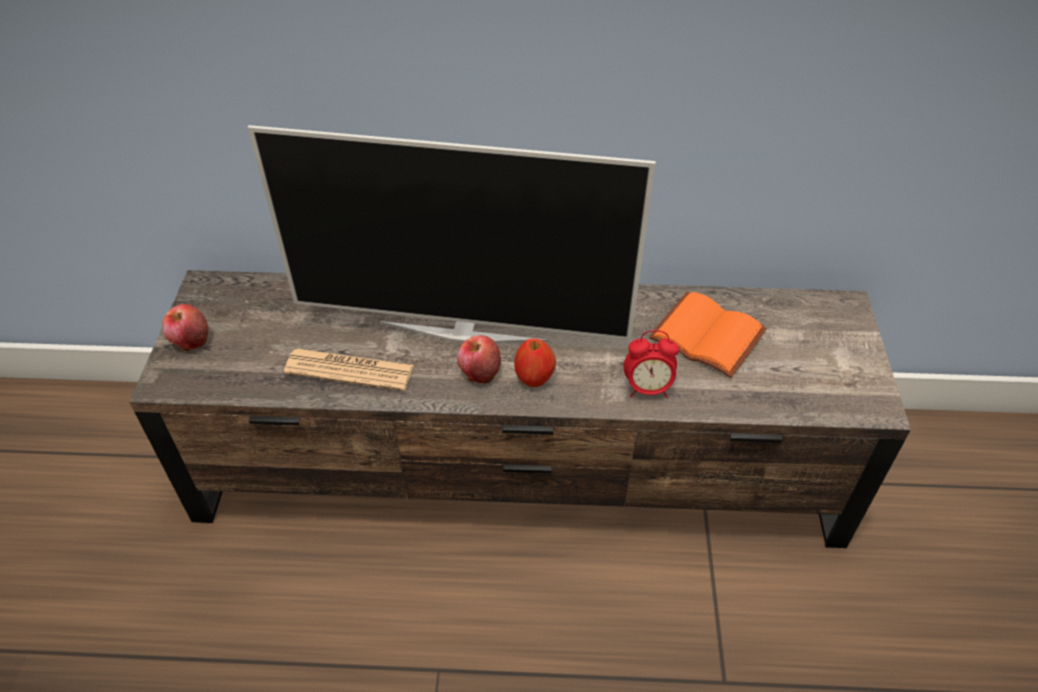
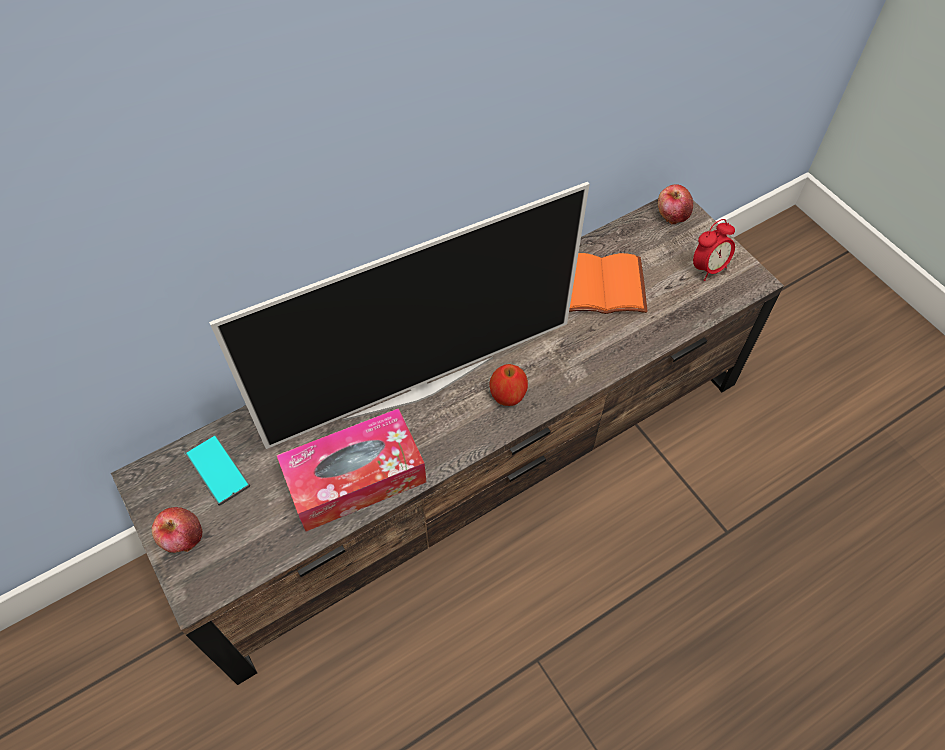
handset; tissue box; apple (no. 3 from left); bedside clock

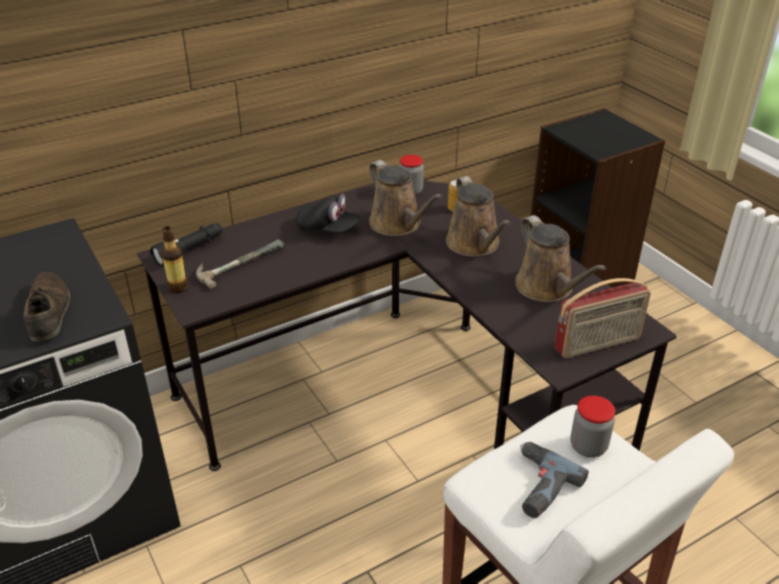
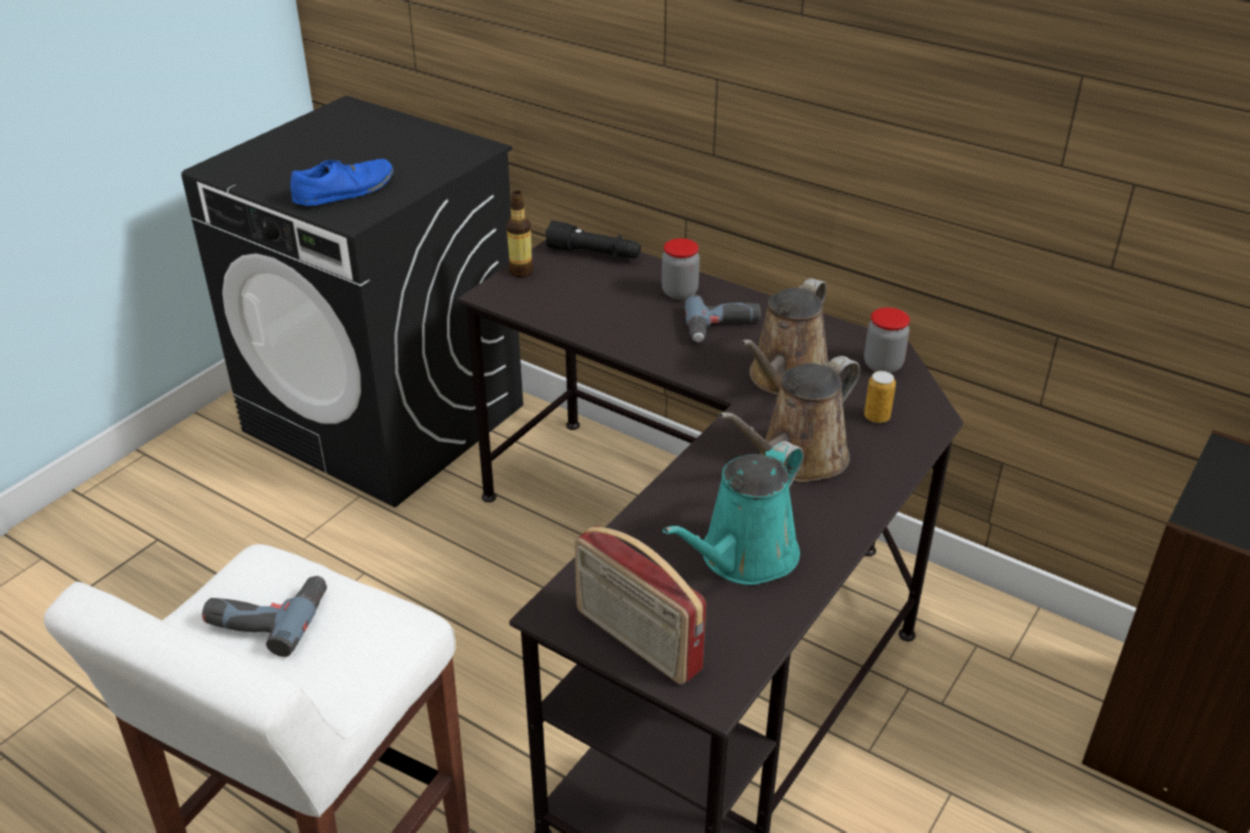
low shoe (blue-coloured); jar (no. 1 from left); watering pot (blue-green); power drill (no. 2 from left); hammer

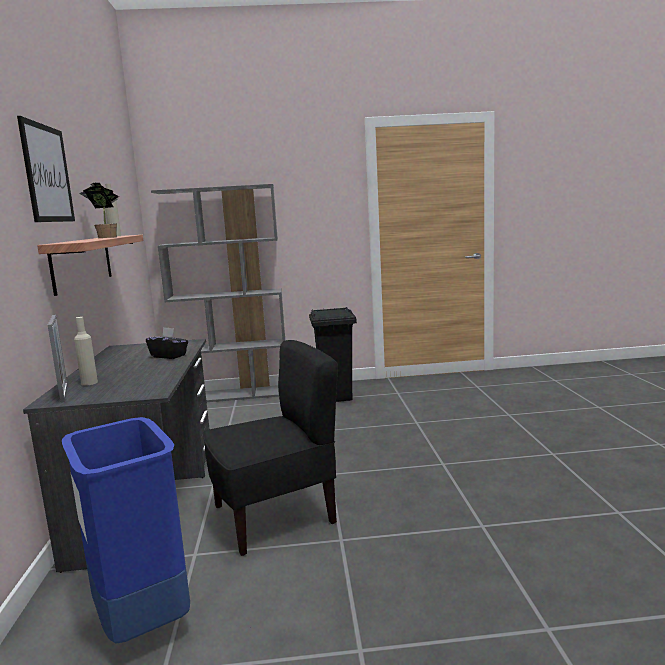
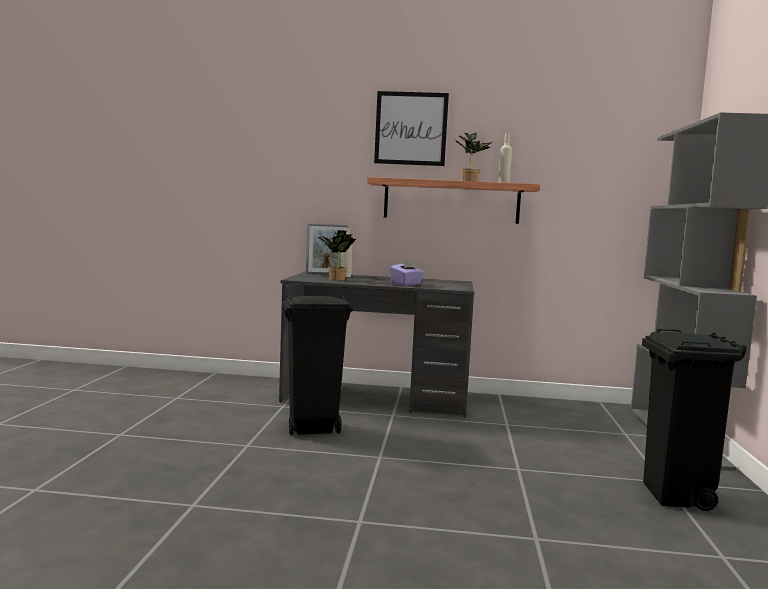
rubbish bin (blackish) (no. 1 from left); plant in a pot (no. 1 from left); tissue box (purplish); rubbish bin (blue-coloured)

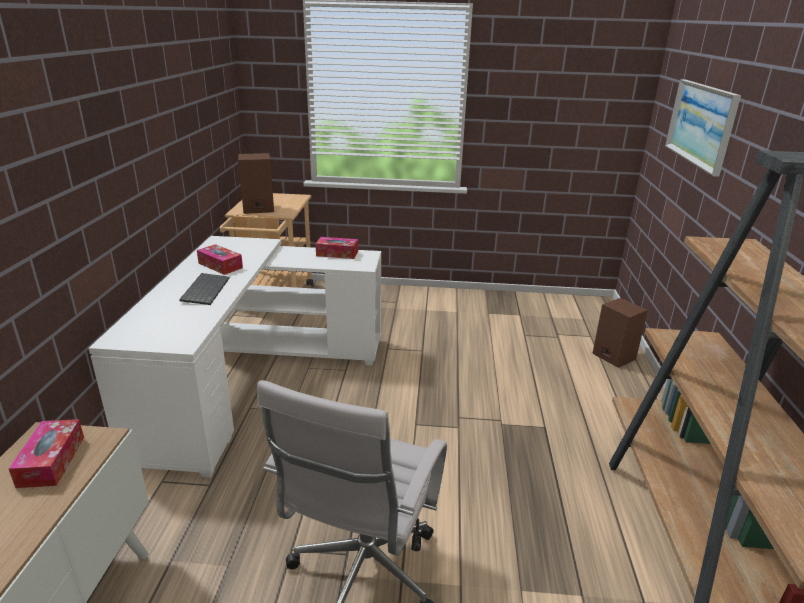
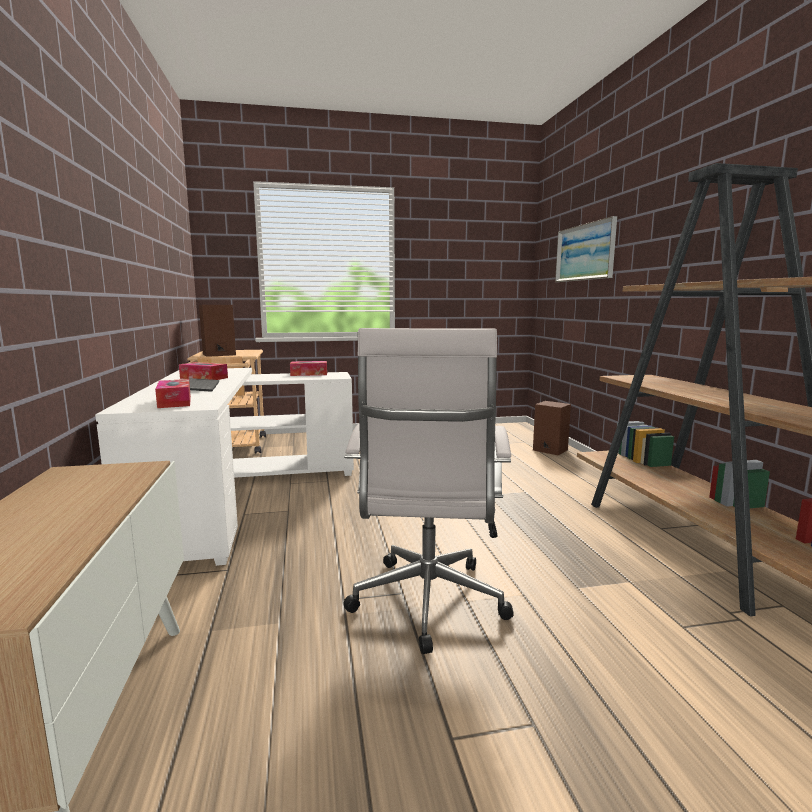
tissue box (no. 1 from left)

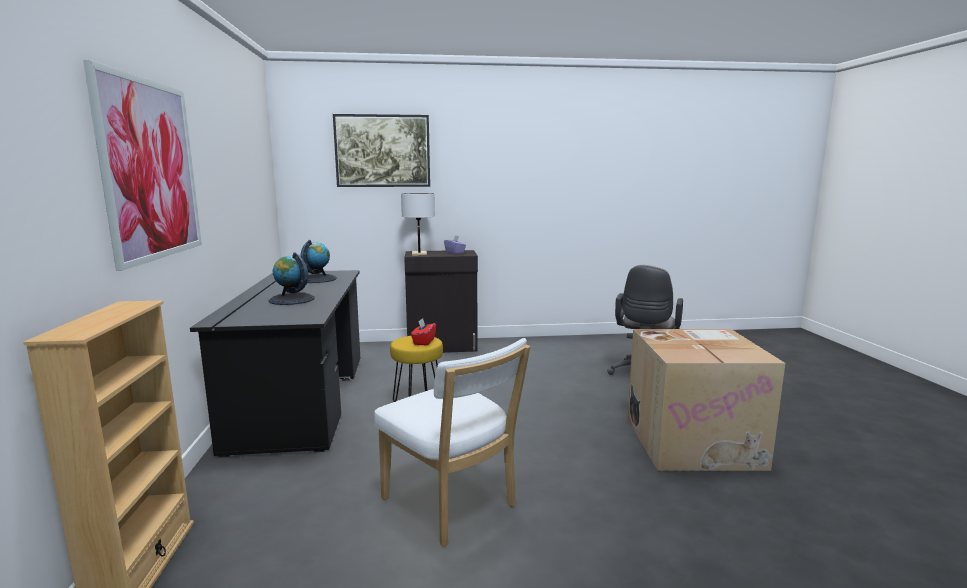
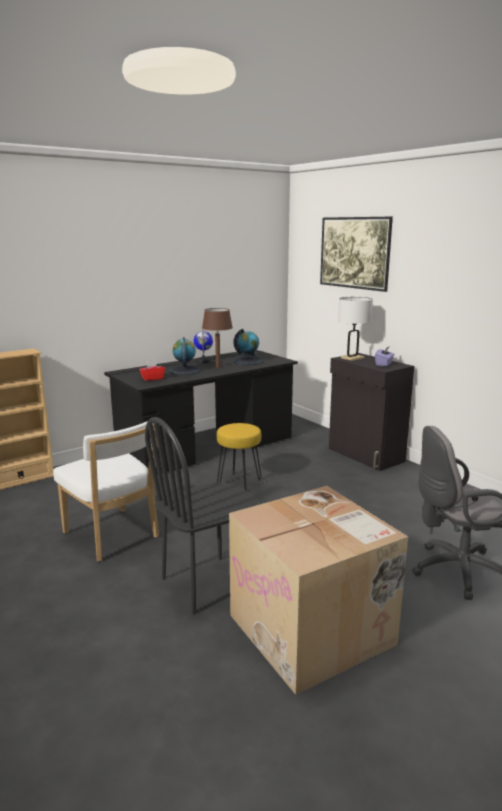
upright chair (white); tissue box (reddish); upright chair (blackish); desk globe (no. 2 from left); lamp for a table (brown-coloured); wall art (no. 1 from left in the first image)

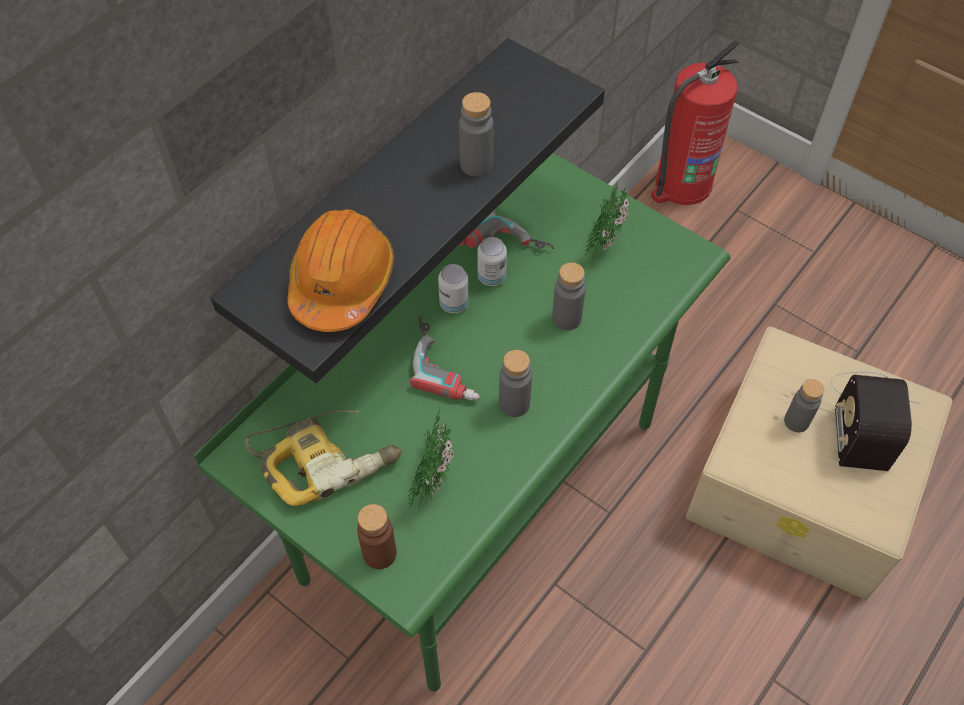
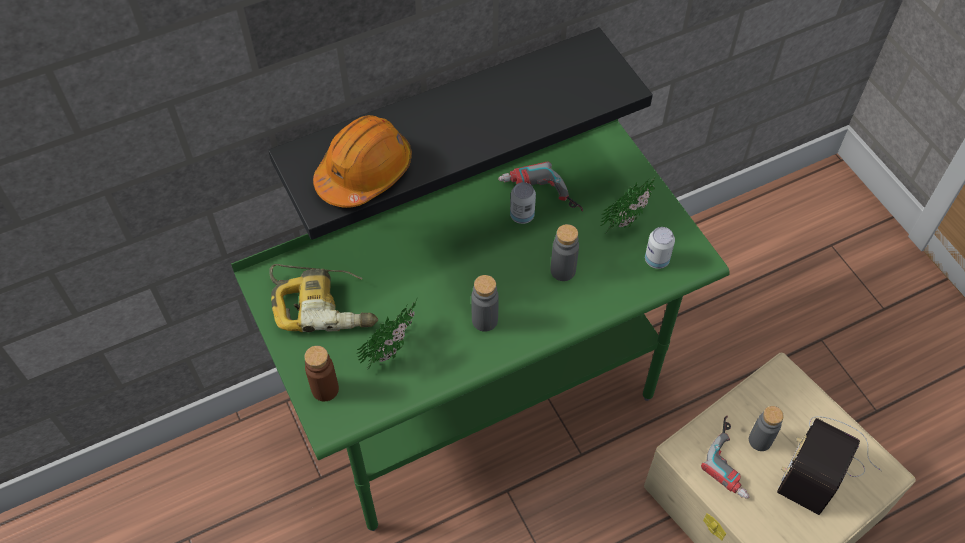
metal can (no. 2 from left); power drill (no. 3 from left); bottle (greyish) (no. 1 from left in the first image); fire-fighting cylinder

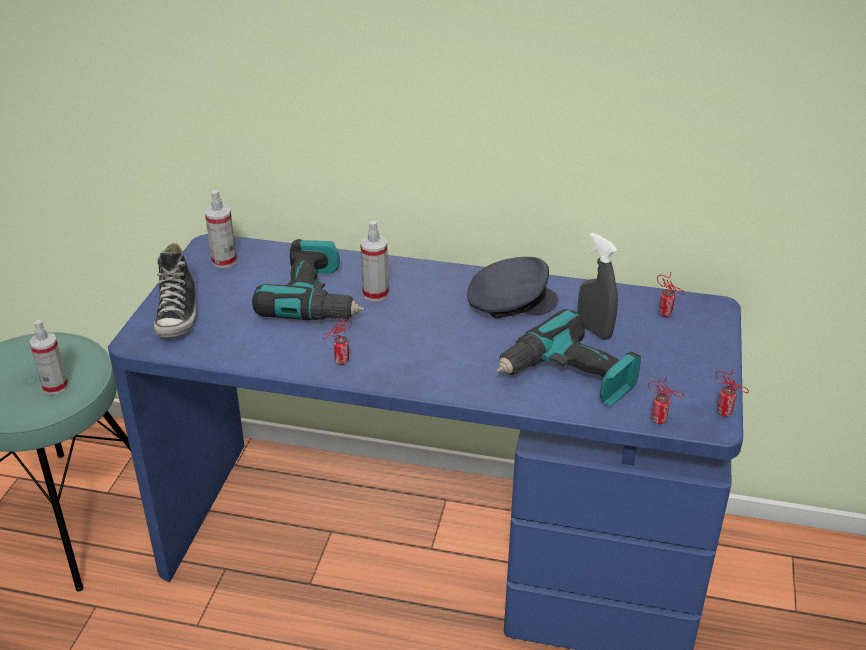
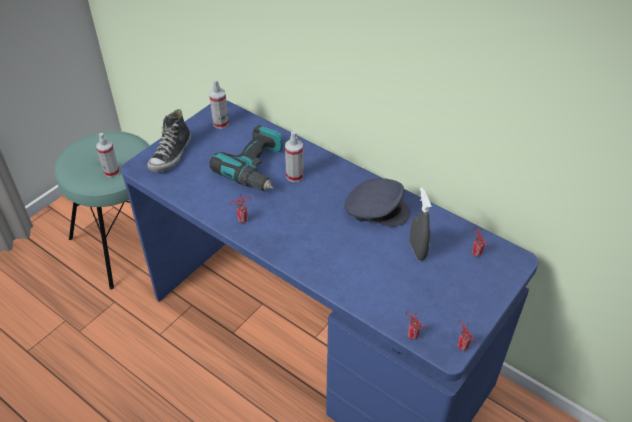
power drill (no. 2 from left in the first image)

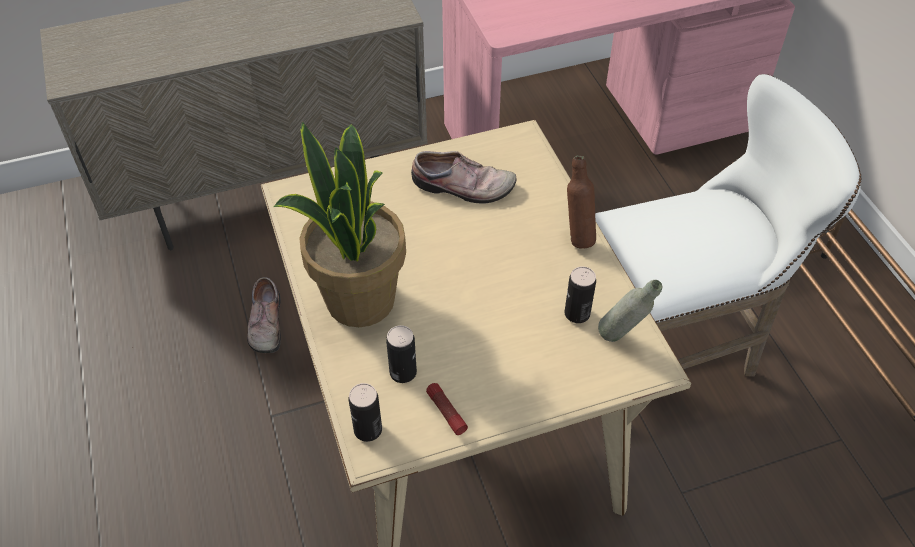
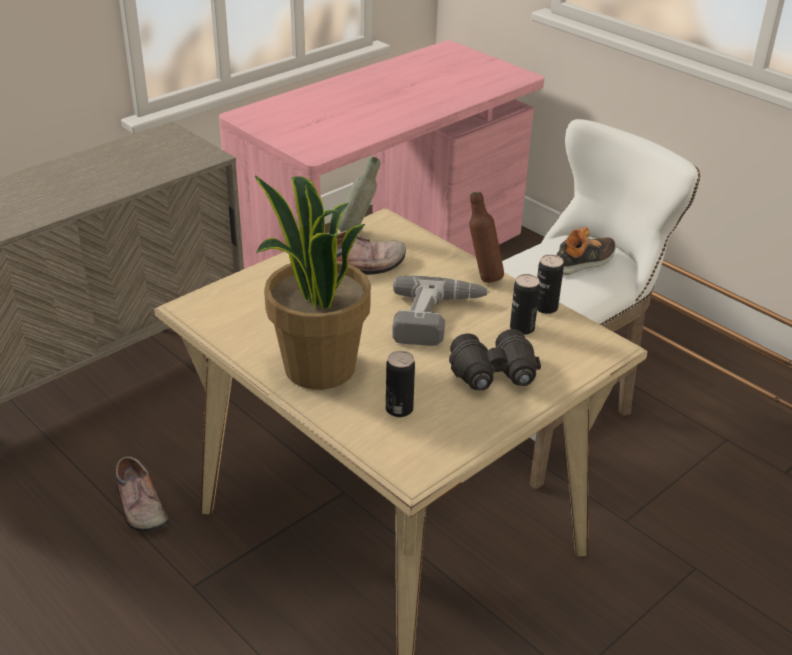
bottle (greyish); power drill; pair of binoculars (blackish); metal can (no. 3 from left); low shoe (no. 3 from left); torch

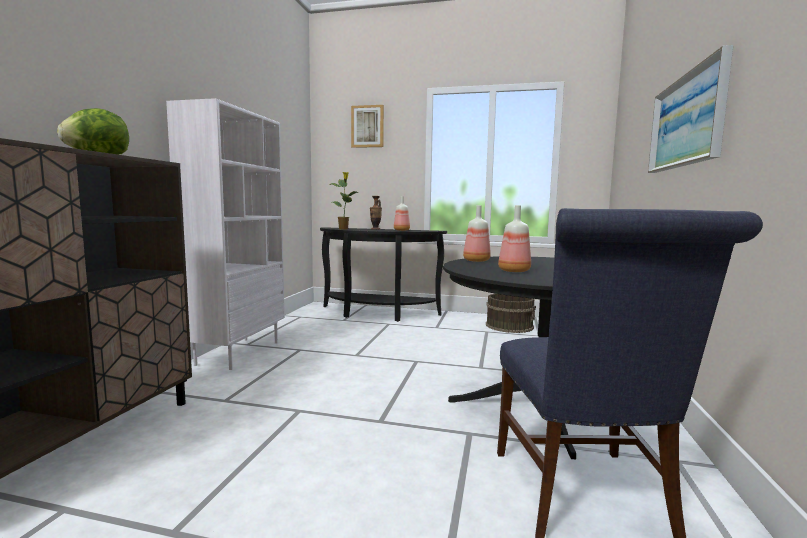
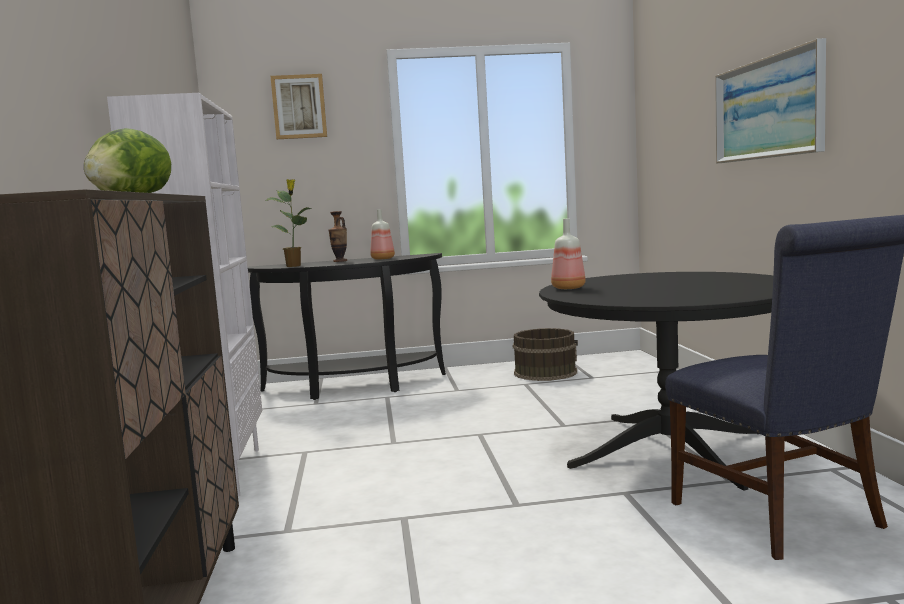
bottle (no. 3 from left in the first image)

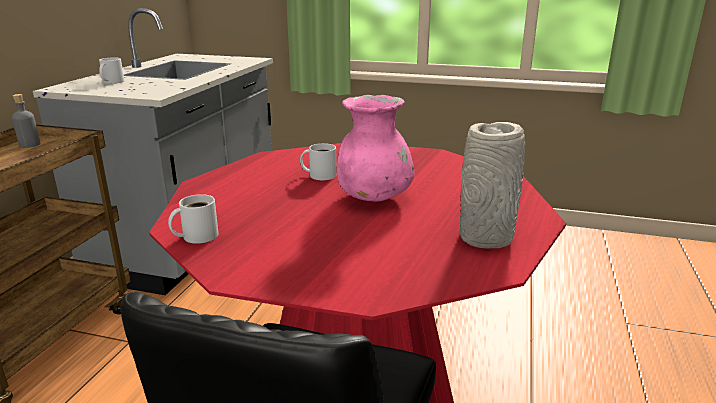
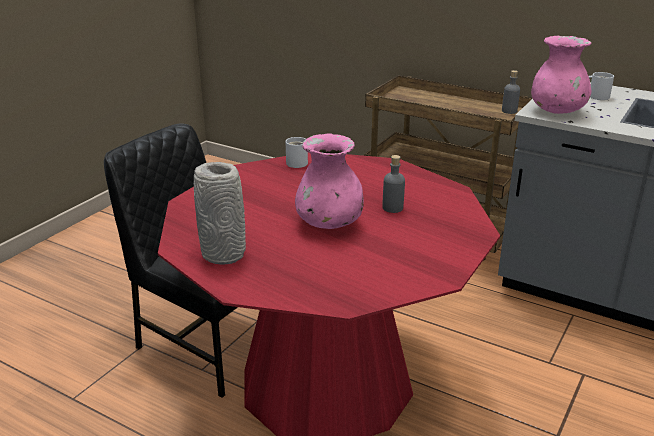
bottle (greyish) (no. 1 from left); flower vase (pink-coloured) (no. 2 from left)

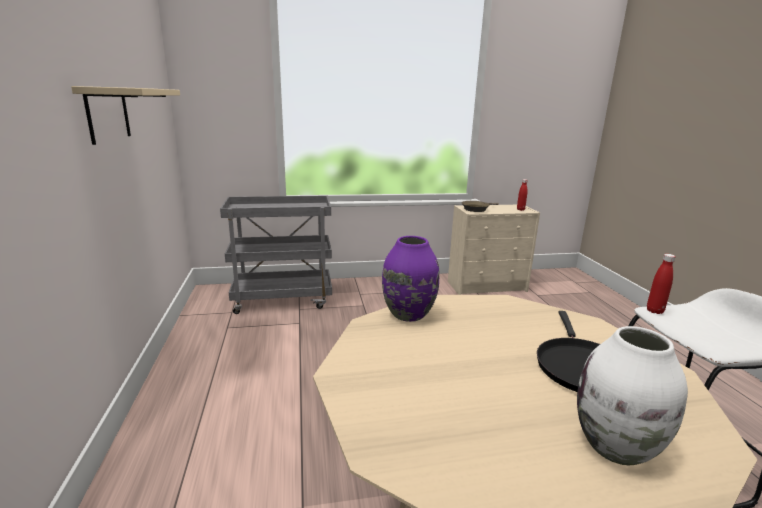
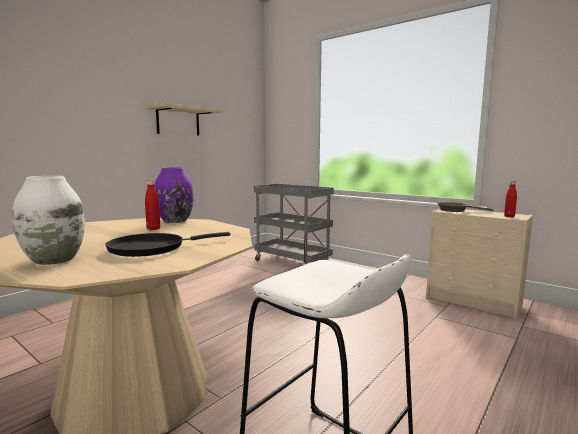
bottle (reddish) (no. 1 from left)

